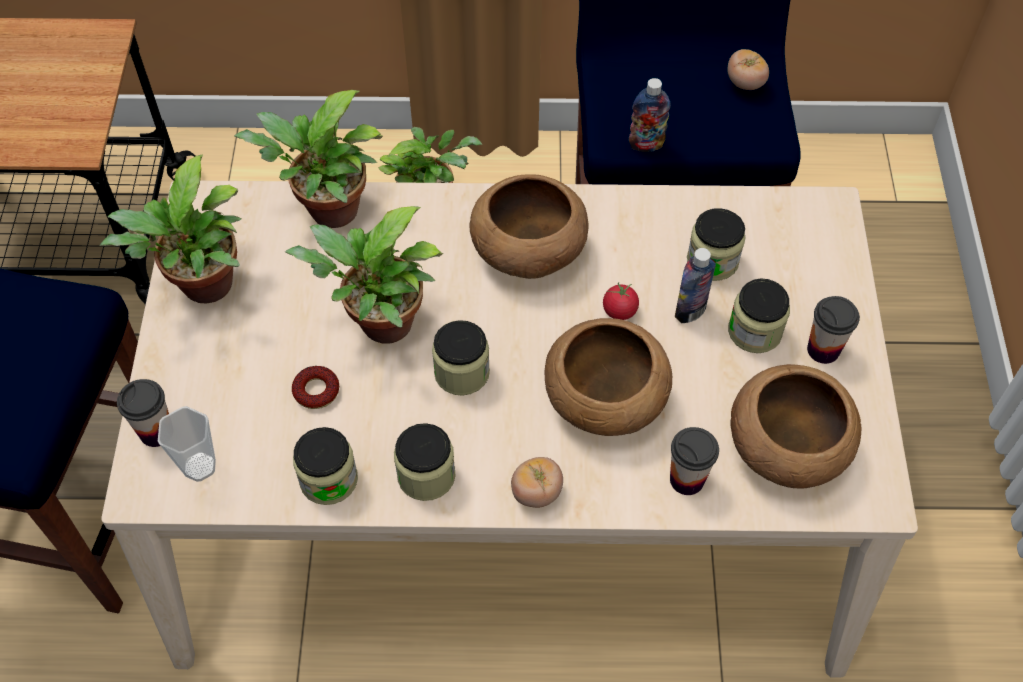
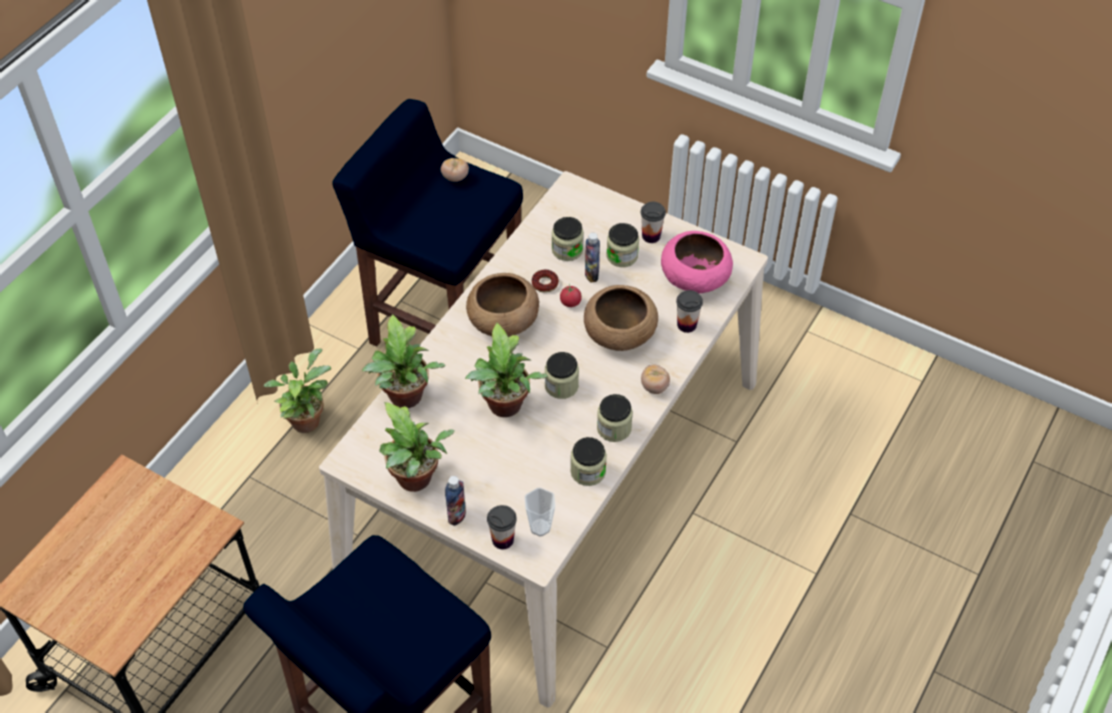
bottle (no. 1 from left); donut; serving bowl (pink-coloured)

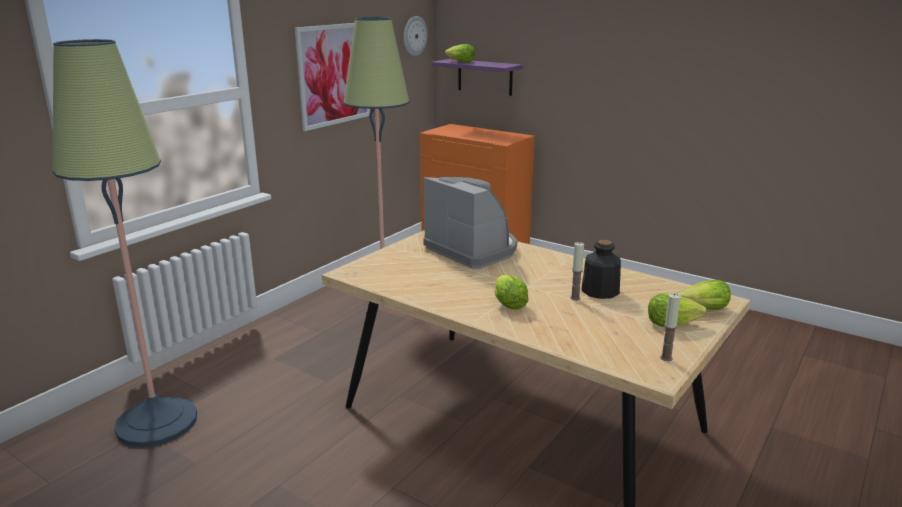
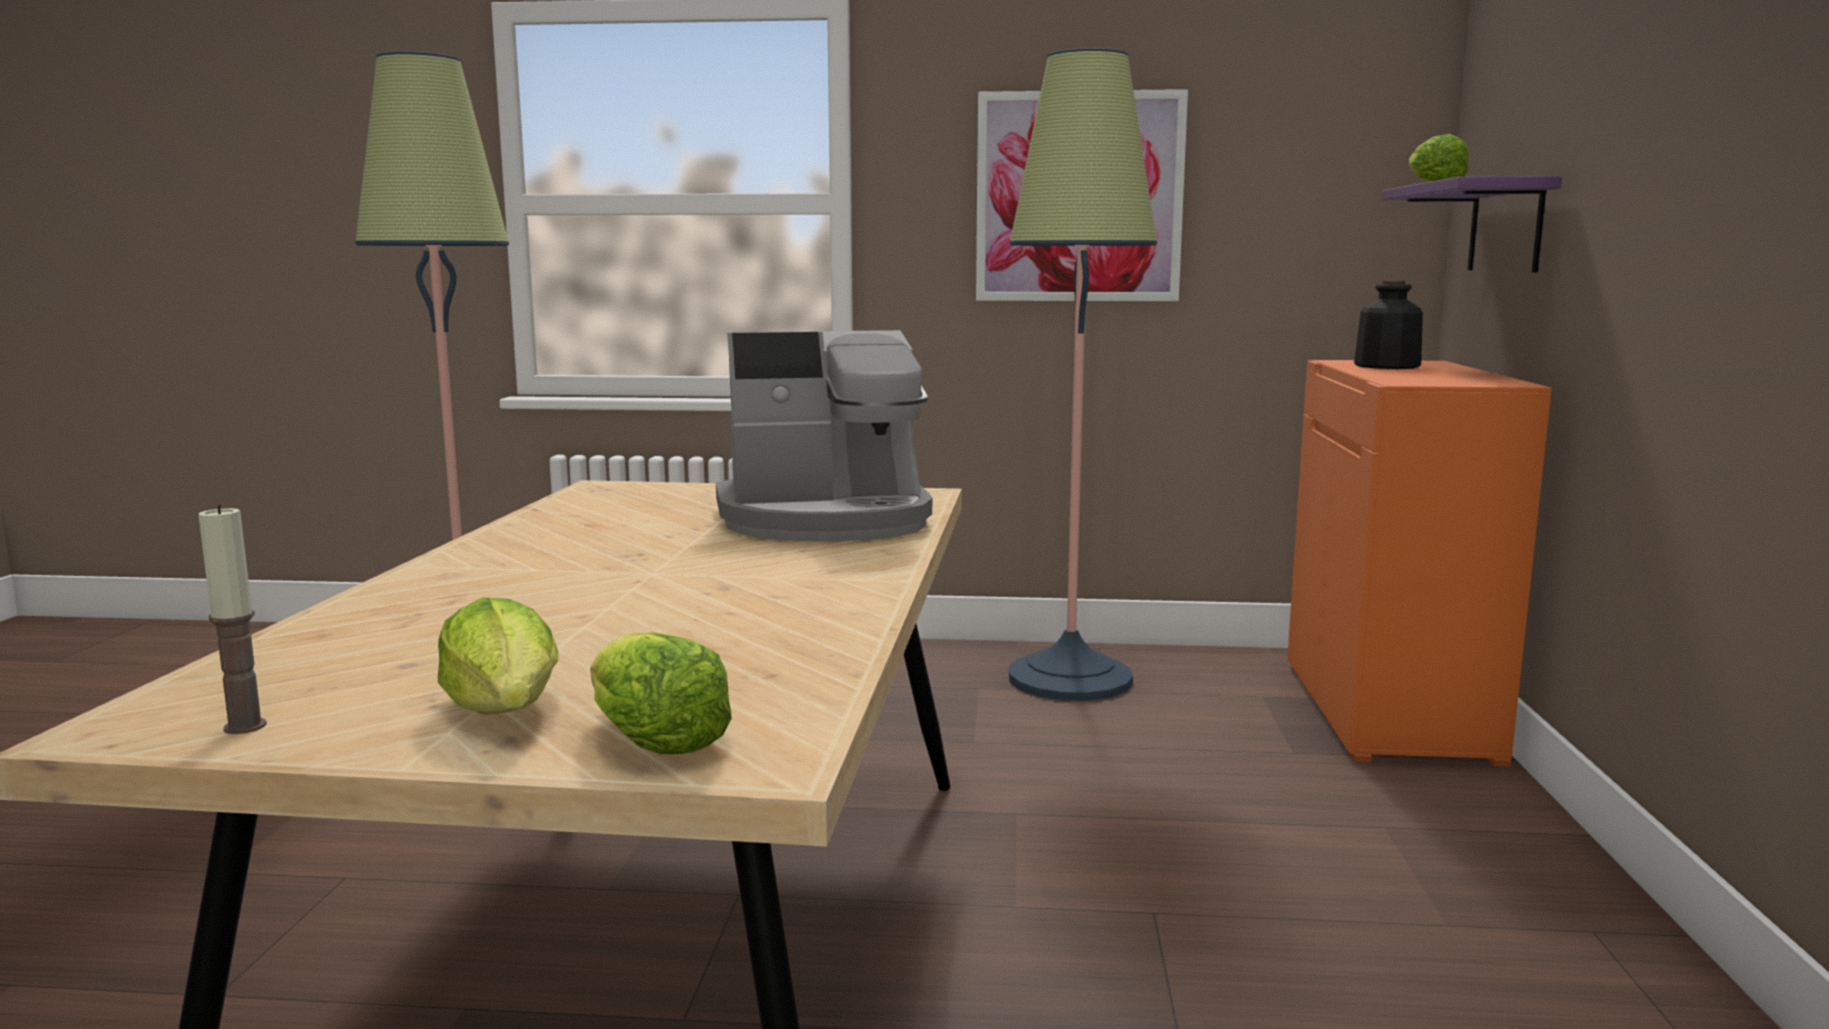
coffee machine; bottle; hanging clock; head of lettuce (no. 2 from left in the first image); wax light (no. 1 from left in the first image)

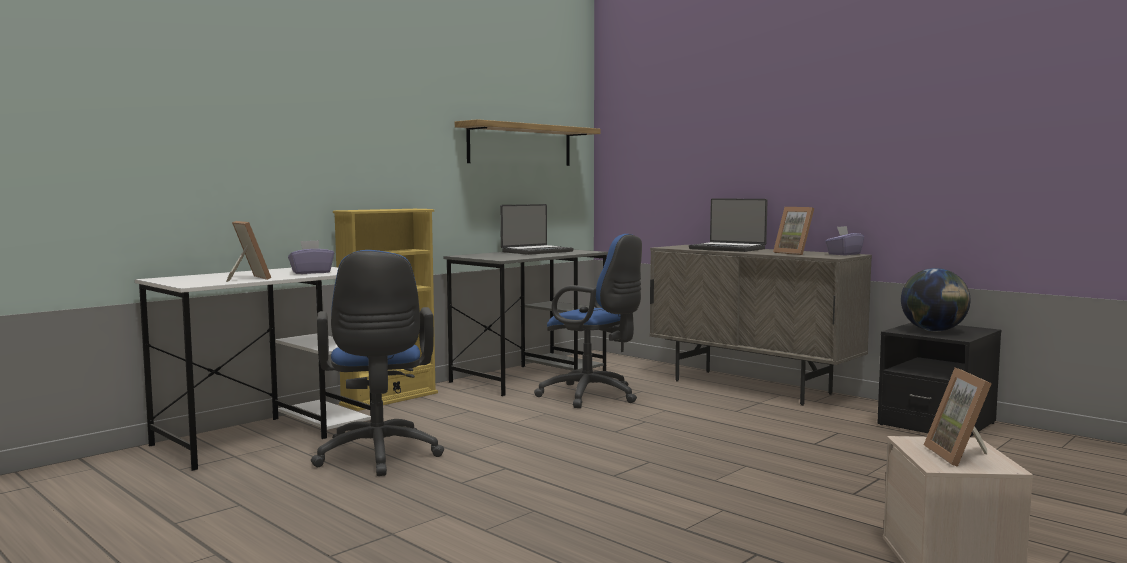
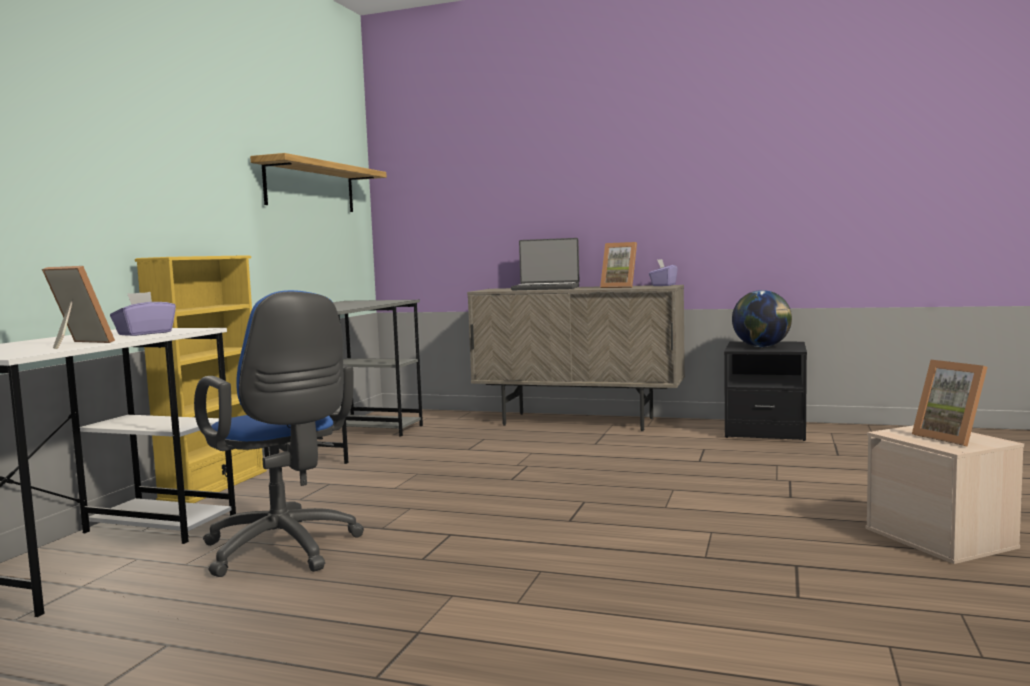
portable computer (no. 1 from left in the first image); computer chair (blue-coloured) (no. 2 from left in the first image)

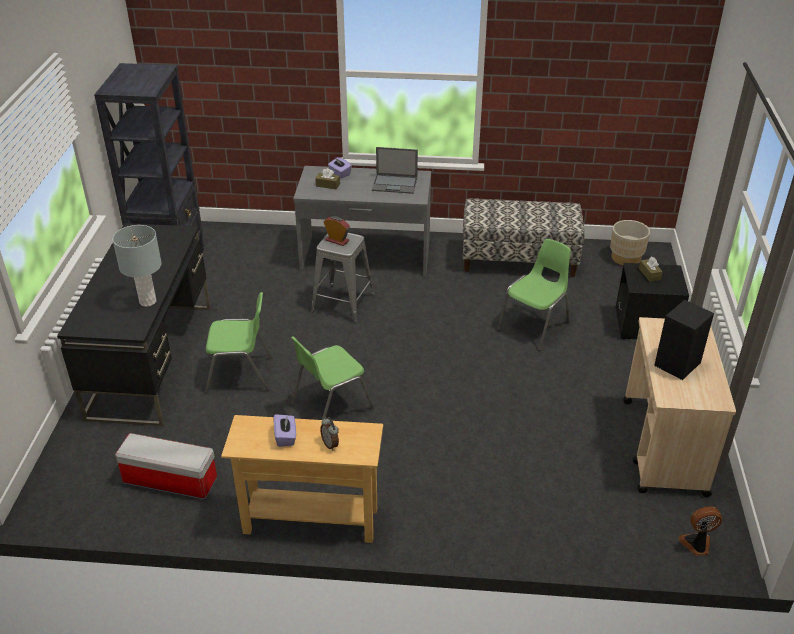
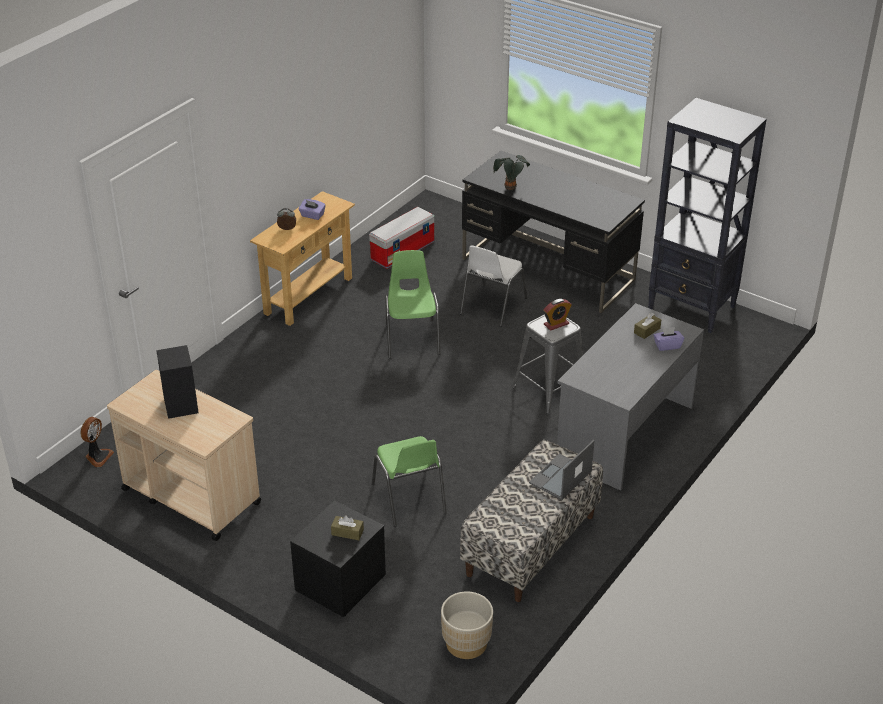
upright chair (white); plant in a pot; portable computer

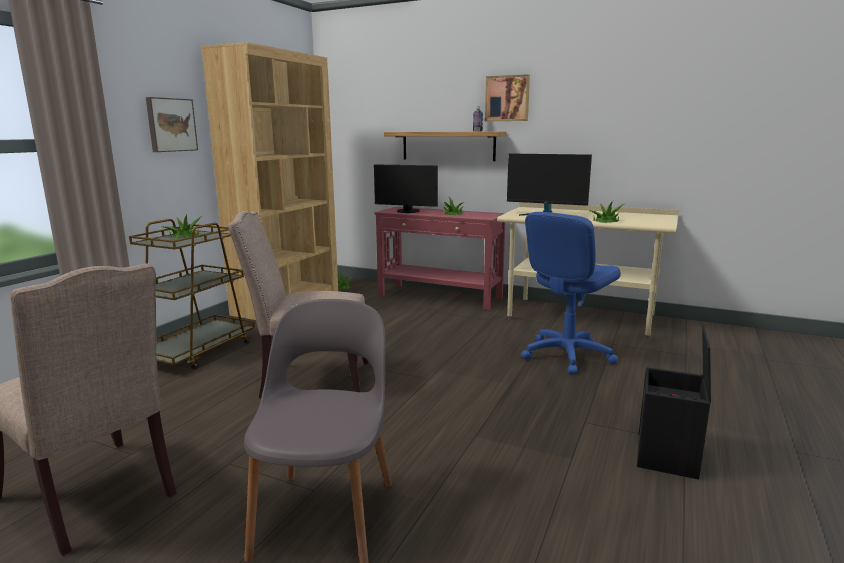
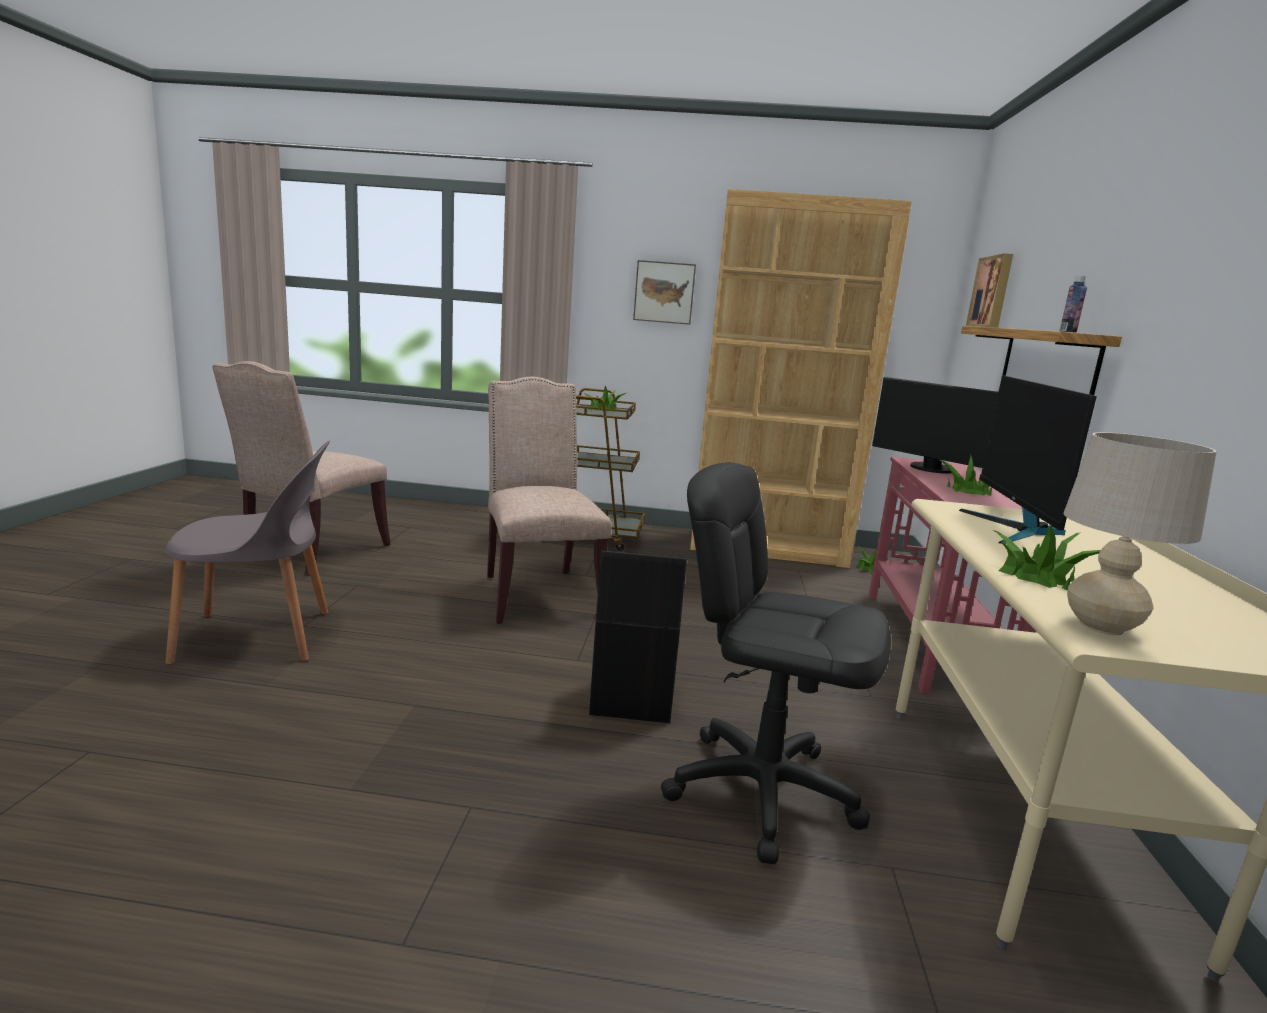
storage container (blackish); computer chair (blackish); monitor (no. 1 from left); wall art (no. 2 from left); lamp for a table (beige)

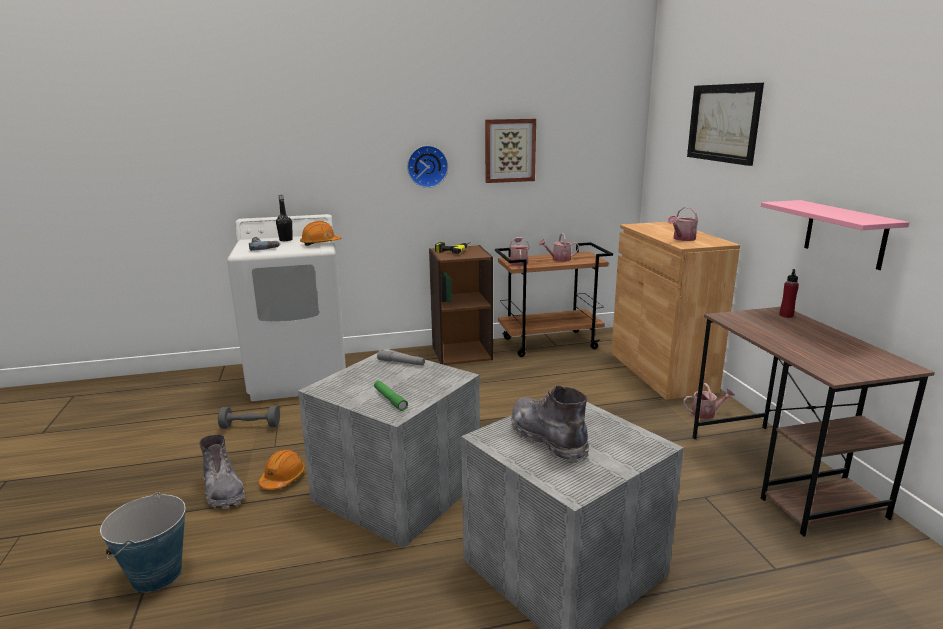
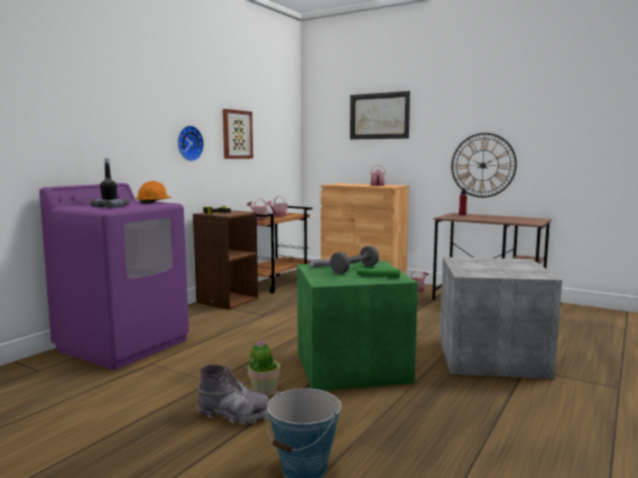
washing machine (purplish); plant in a pot; storage container (green); dumbbell (greyish); hanging clock (no. 2 from left); high-top boot (greyish) (no. 2 from left in the first image)

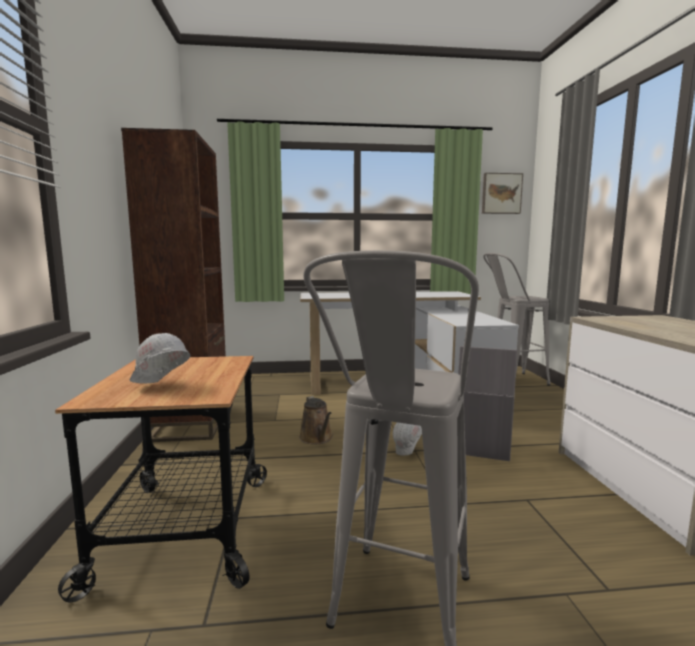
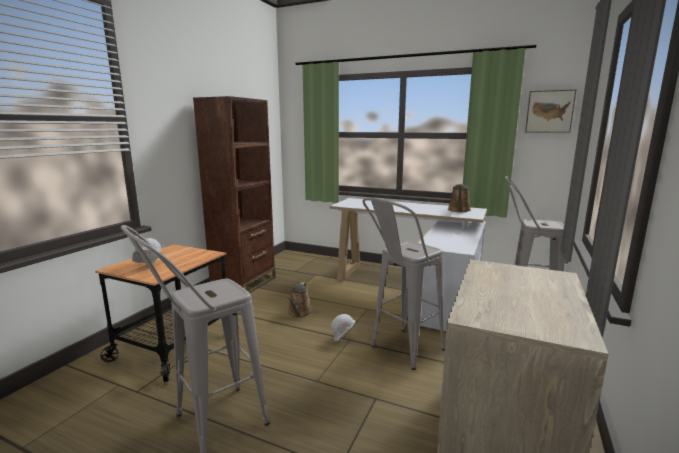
stool seat (greyish) (no. 2 from left); watering pot (brown-coloured) (no. 2 from left)

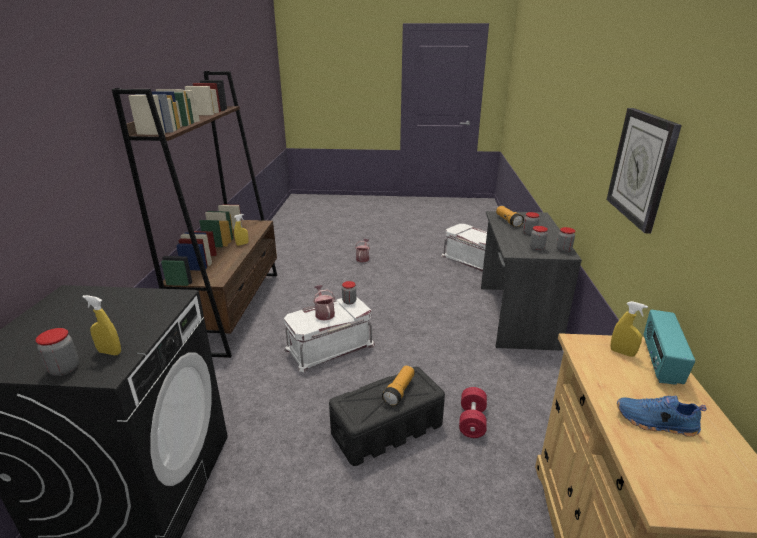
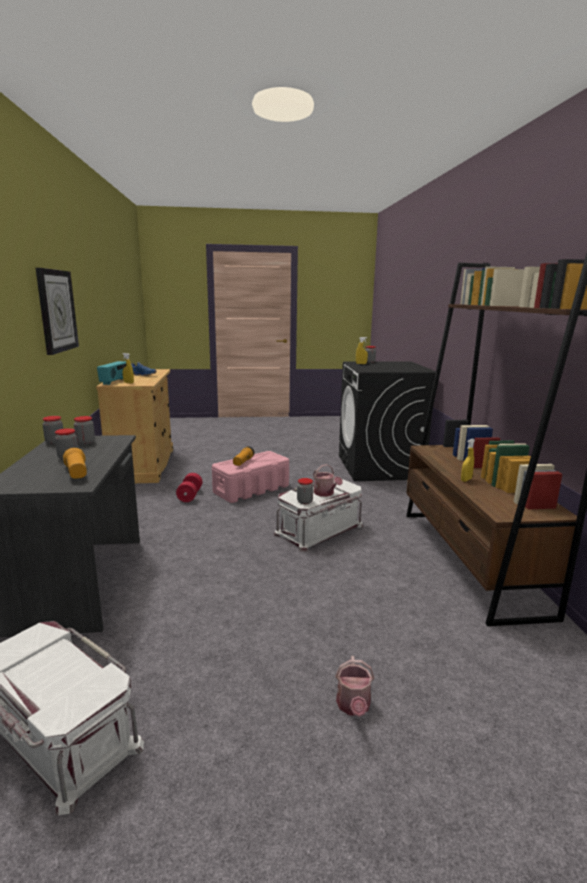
storage container (pink-coloured)

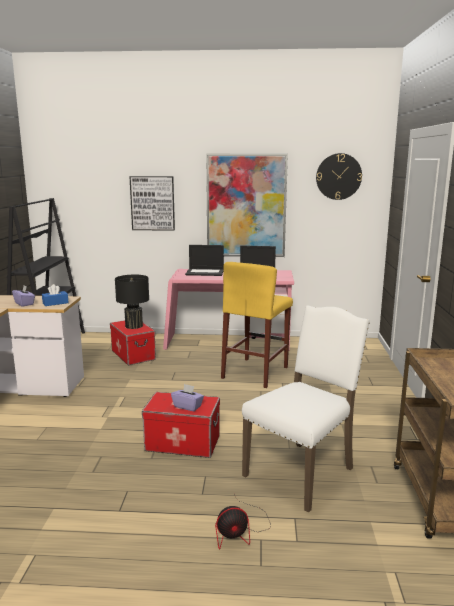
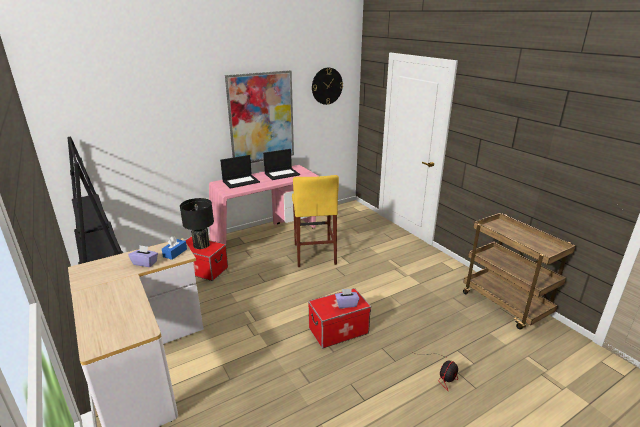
wall art (no. 1 from left in the first image); upright chair (white)

